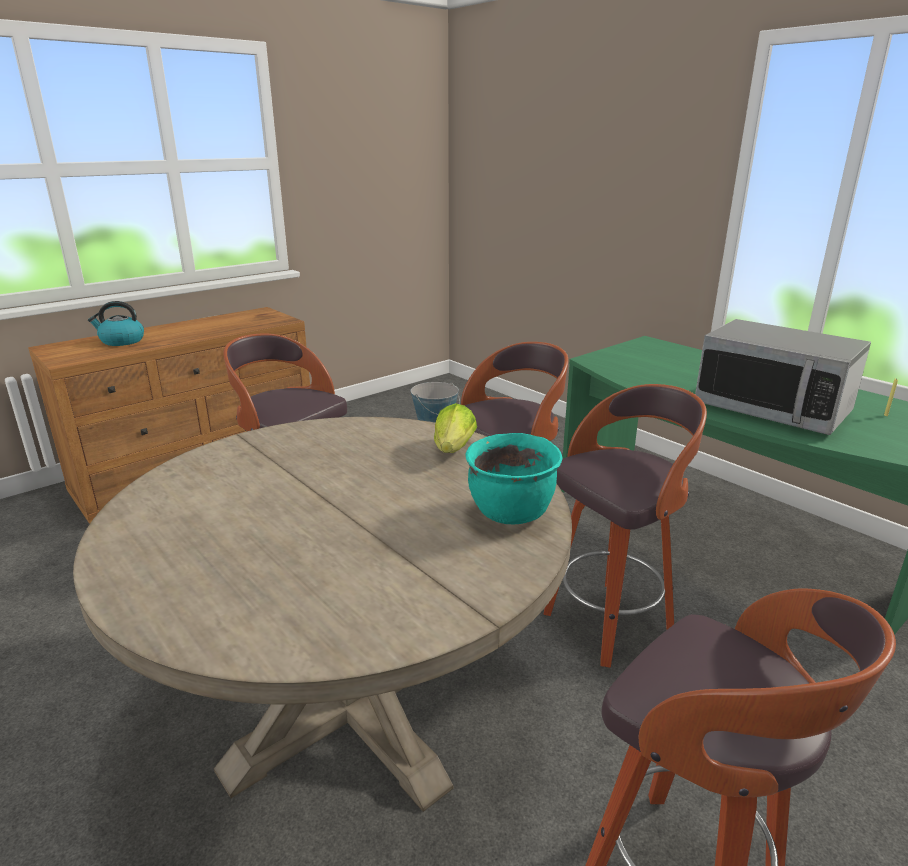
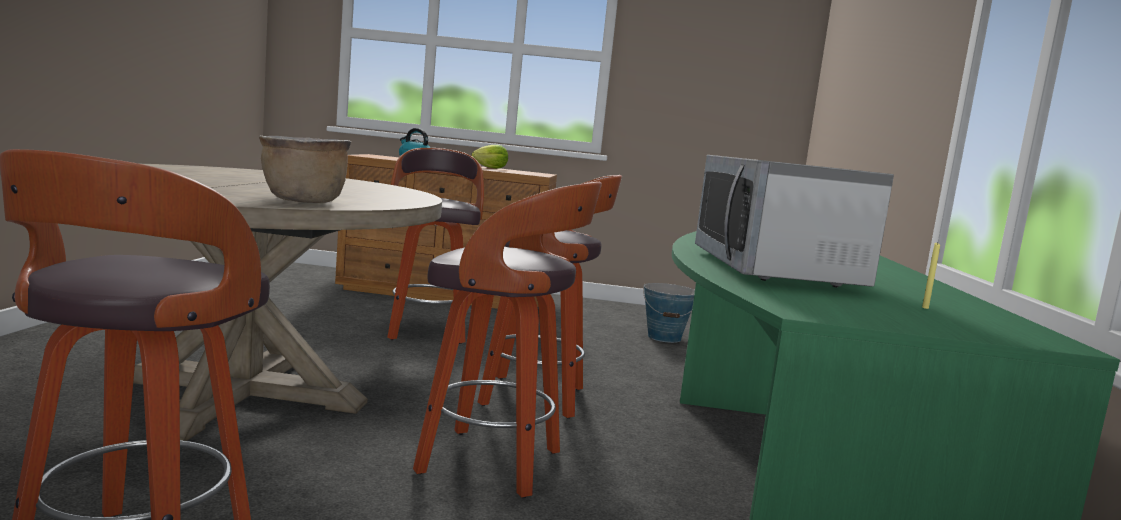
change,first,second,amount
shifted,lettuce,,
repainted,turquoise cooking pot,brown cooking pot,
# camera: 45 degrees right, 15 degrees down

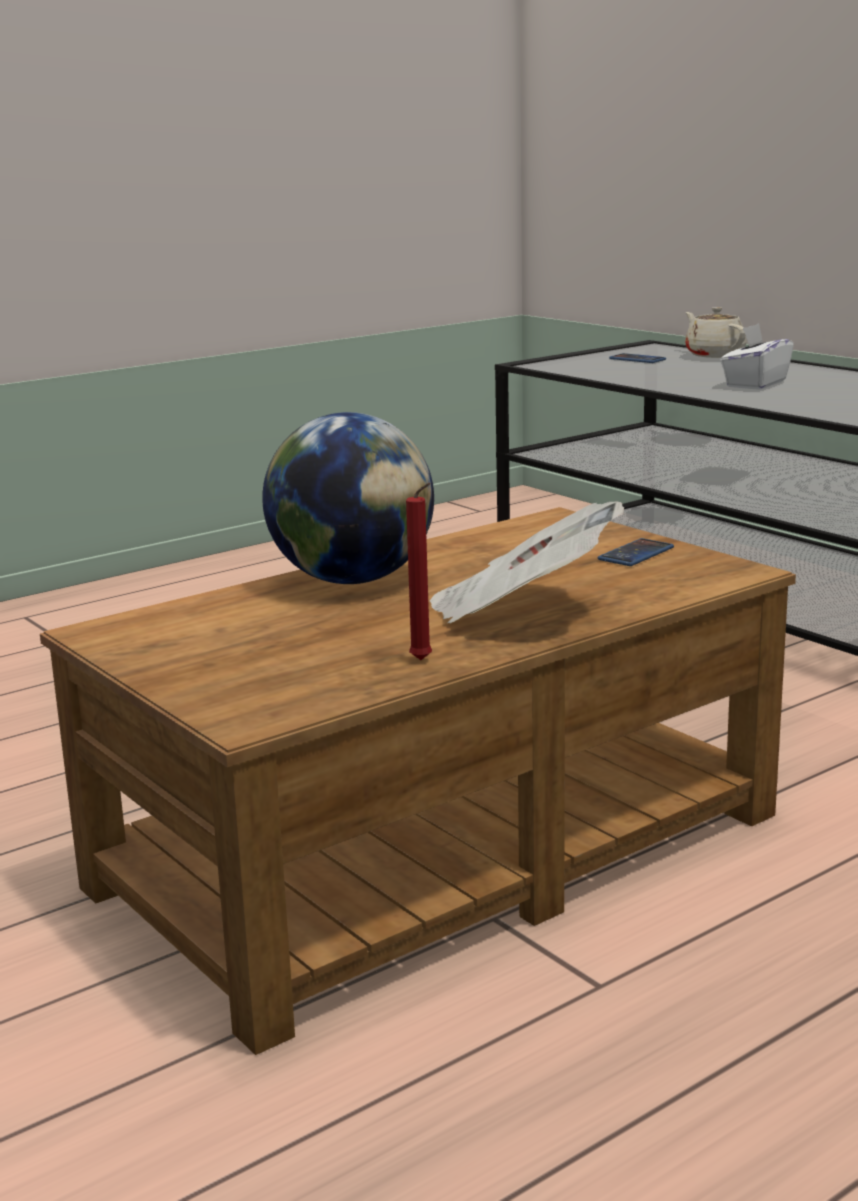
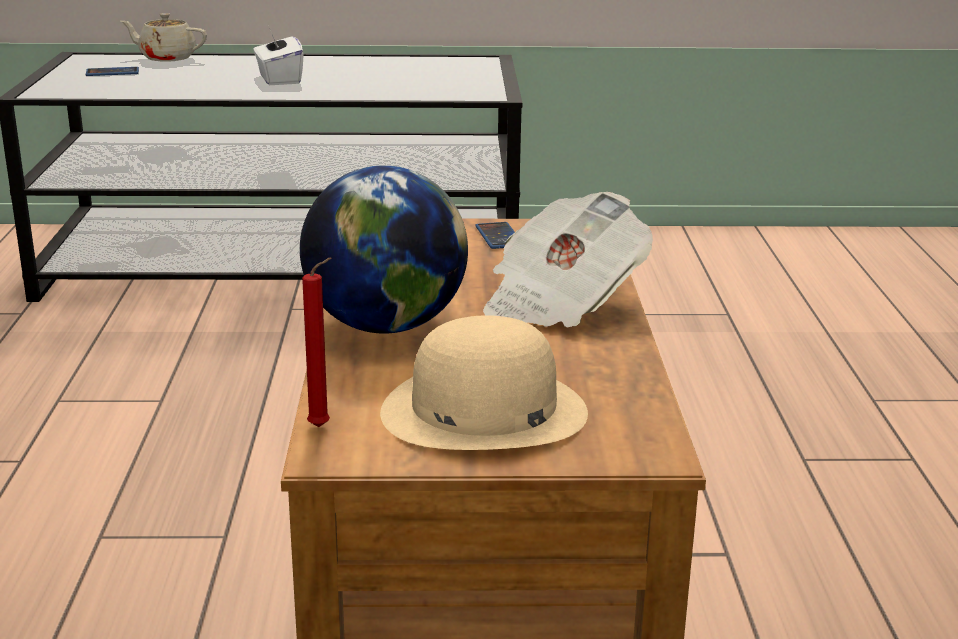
change,first,second,amount
shifted,red candle,,
new,,beige hat,
# camera: 55 degrees left, 5 degrees up

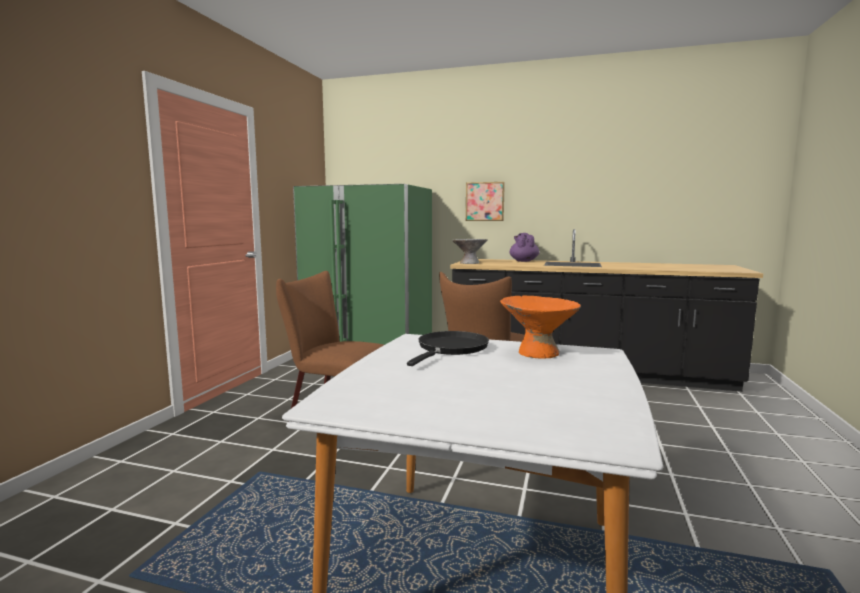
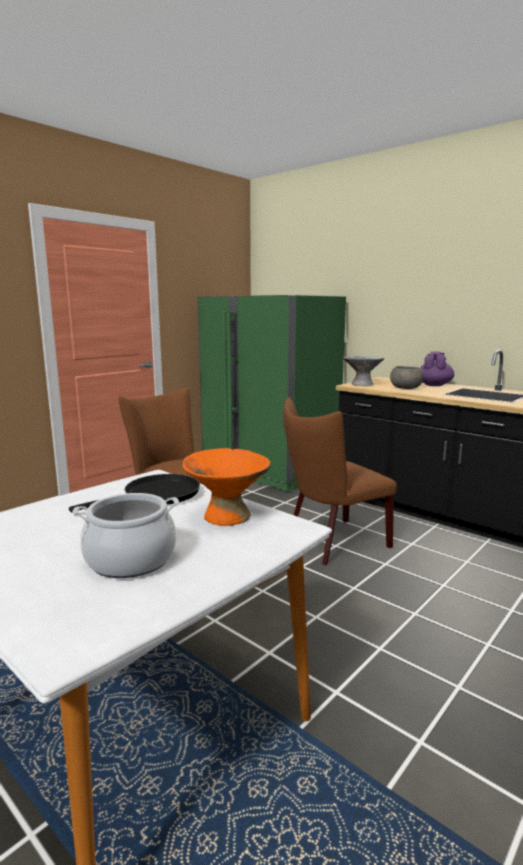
change,first,second,amount
gone,picture,,
new,,grey bowl (no. 2 from left),
new,,cooking pot,
# camera: 25 degrees right, 5 degrees up

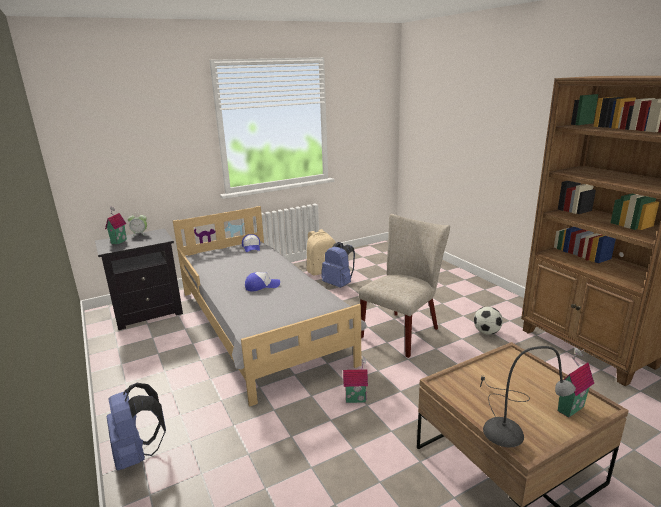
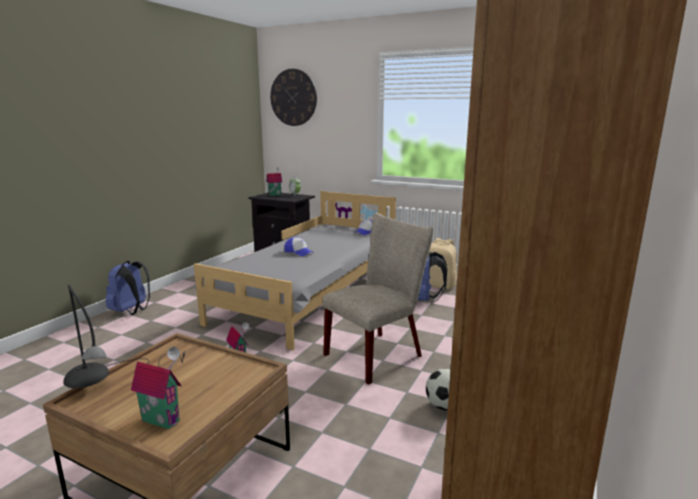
change,first,second,amount
rotated,beige chair,,45 degrees counterclockwise
new,,wall clock,
# camera: 55 degrees right, 5 degrees down

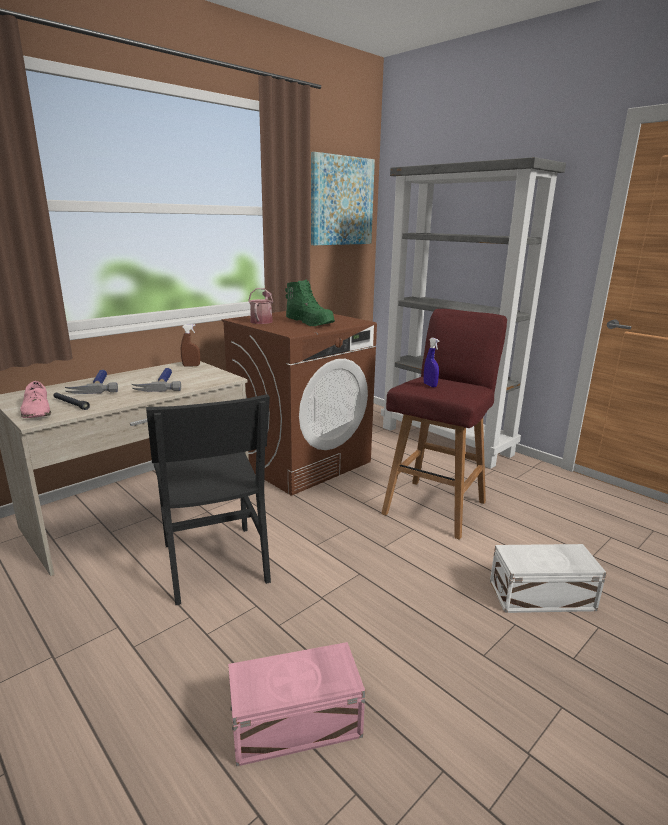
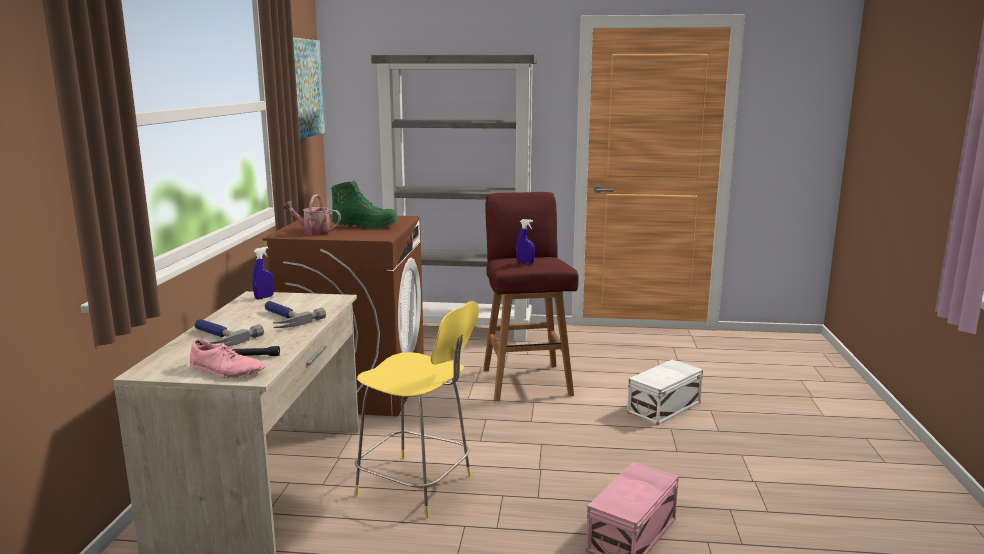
change,first,second,amount
rotated,watering can,,45 degrees counterclockwise
repainted,brown spray bottle,blue spray bottle (no. 1 from left),
swapped,black chair,yellow stool,
# camera: 40 degrees left, 5 degrees down

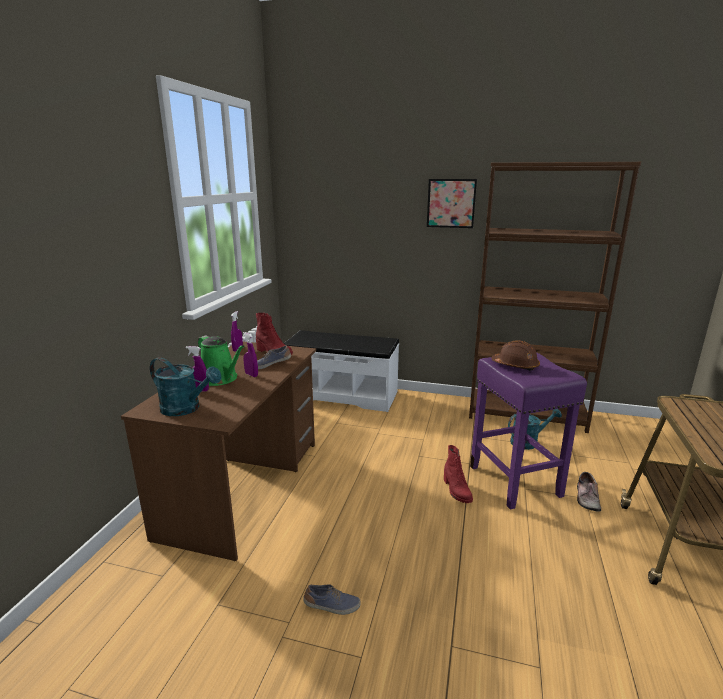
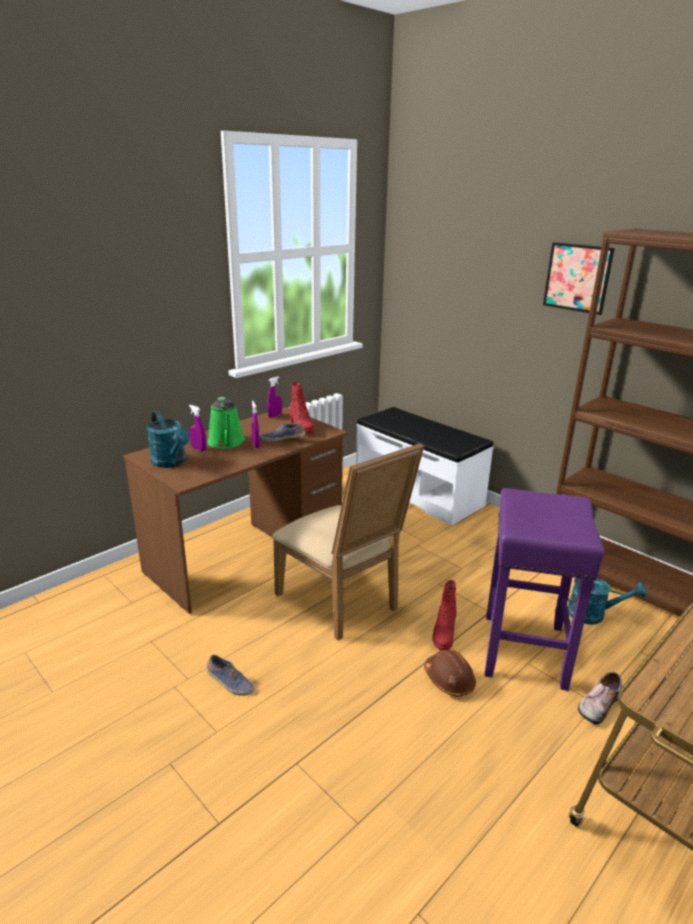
change,first,second,amount
shifted,brown hard hat,,
new,,beige chair,
# camera: 30 degrees right, 5 degrees up

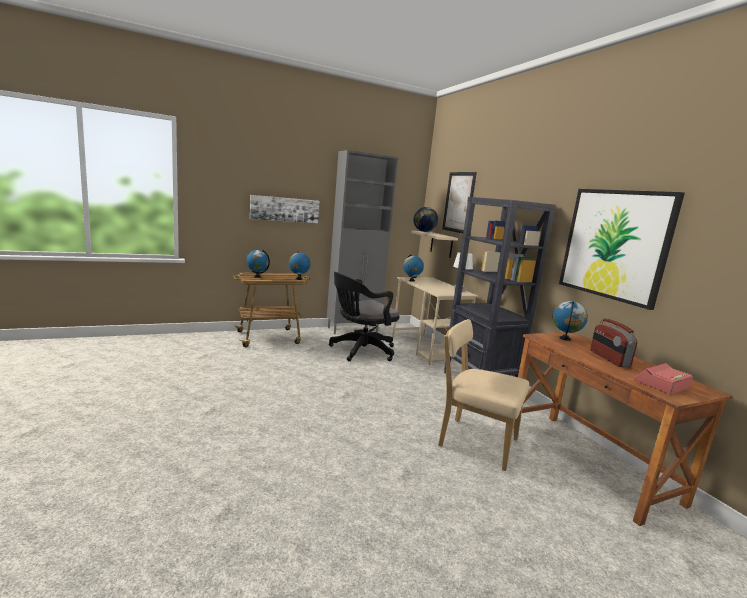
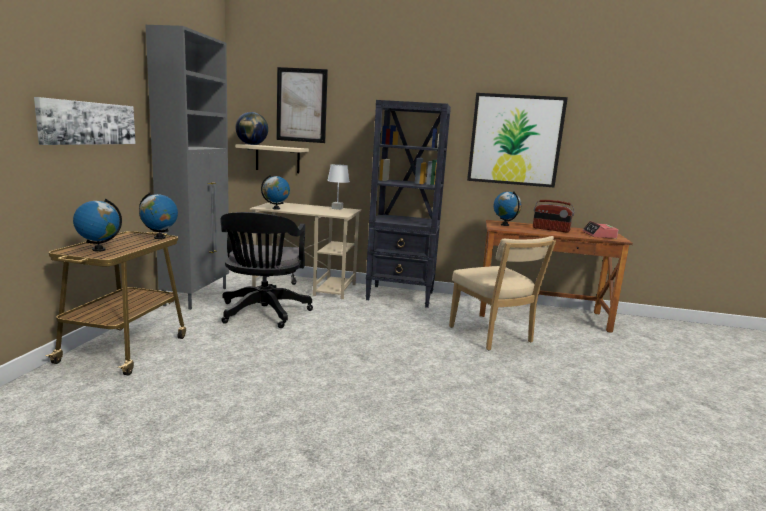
change,first,second,amount
rotated,beige chair,,90 degrees counterclockwise
# camera: 55 degrees left, 0 degrees up

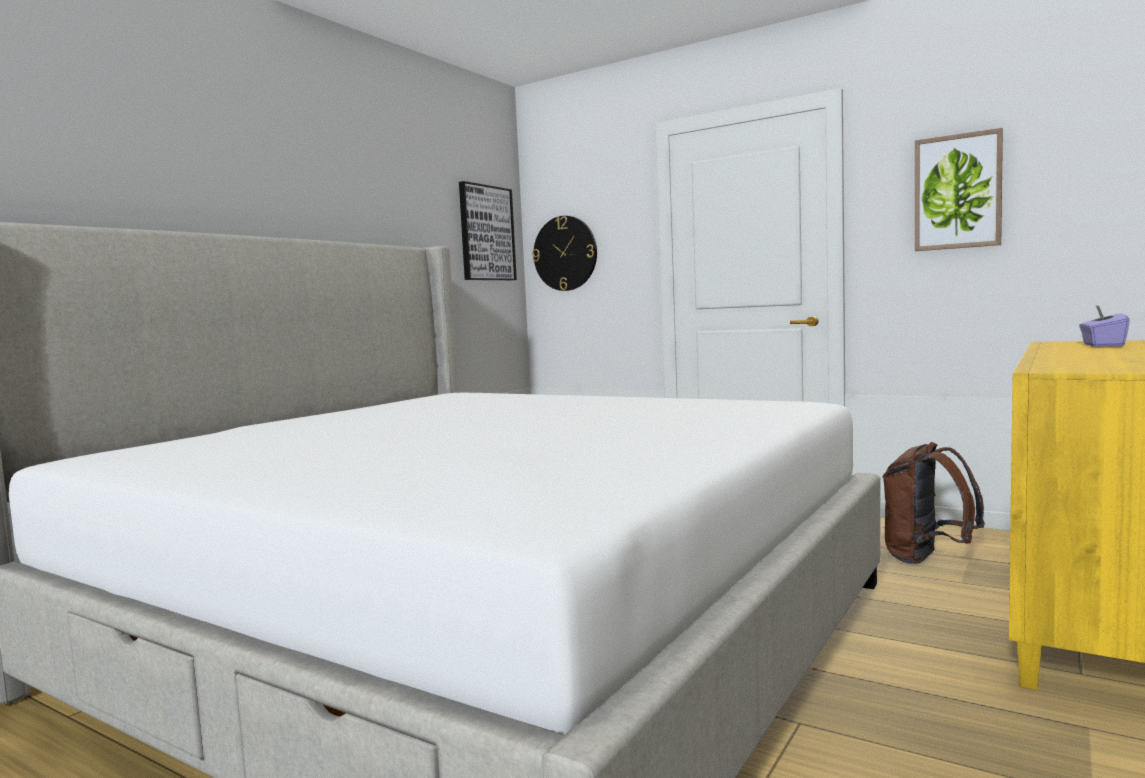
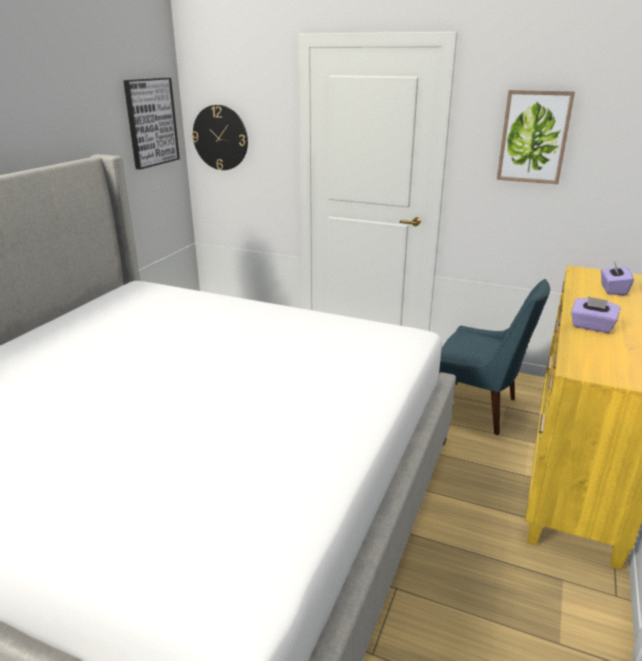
change,first,second,amount
swapped,brown backpack,blue chair,
new,,purple tissue box (no. 1 from left),
# camera: 10 degrees left, 20 degrees up

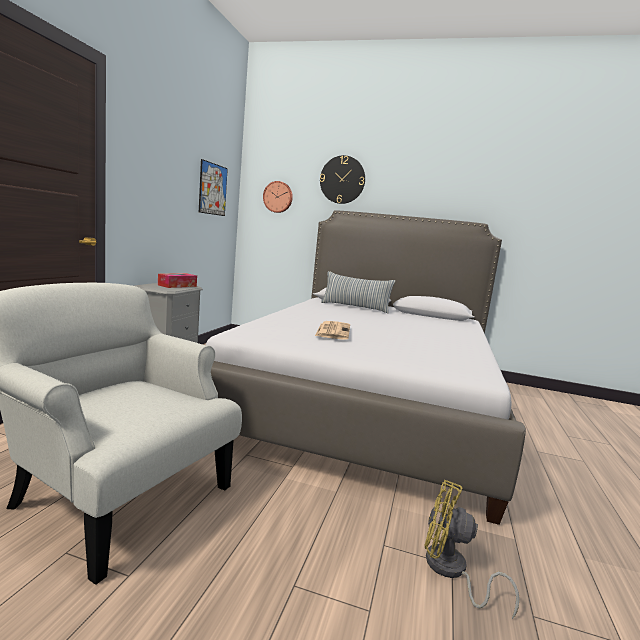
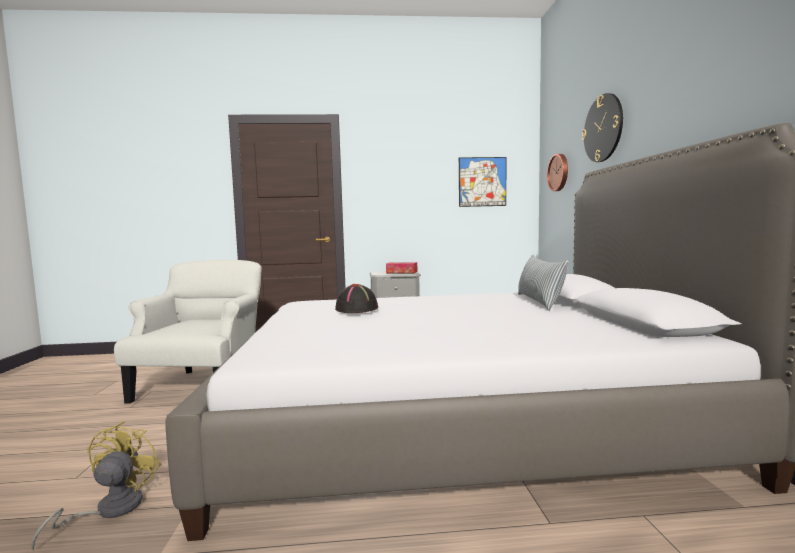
change,first,second,amount
swapped,newspaper,black hat,
# camera: 70 degrees right, 5 degrees down

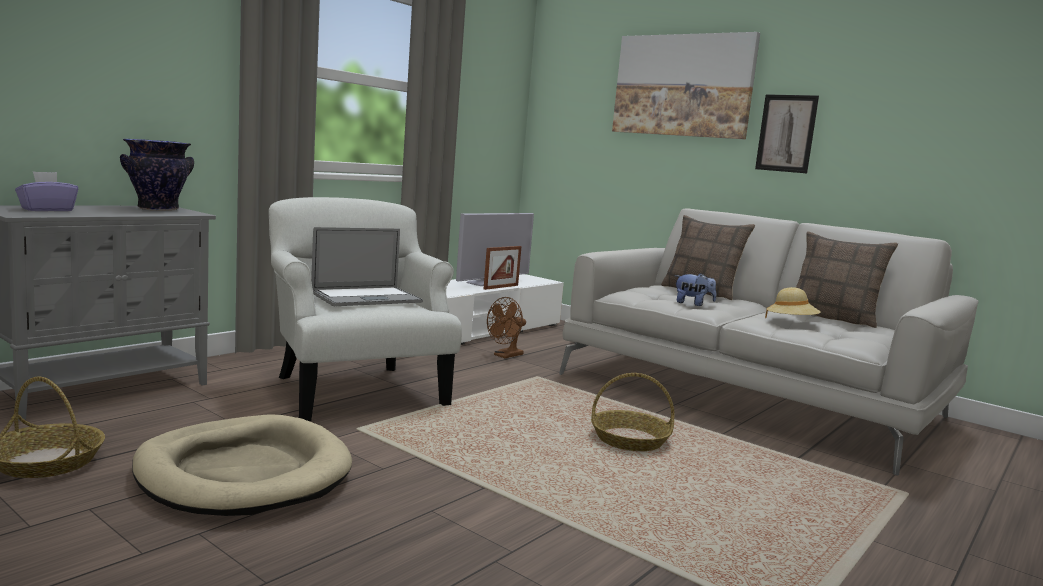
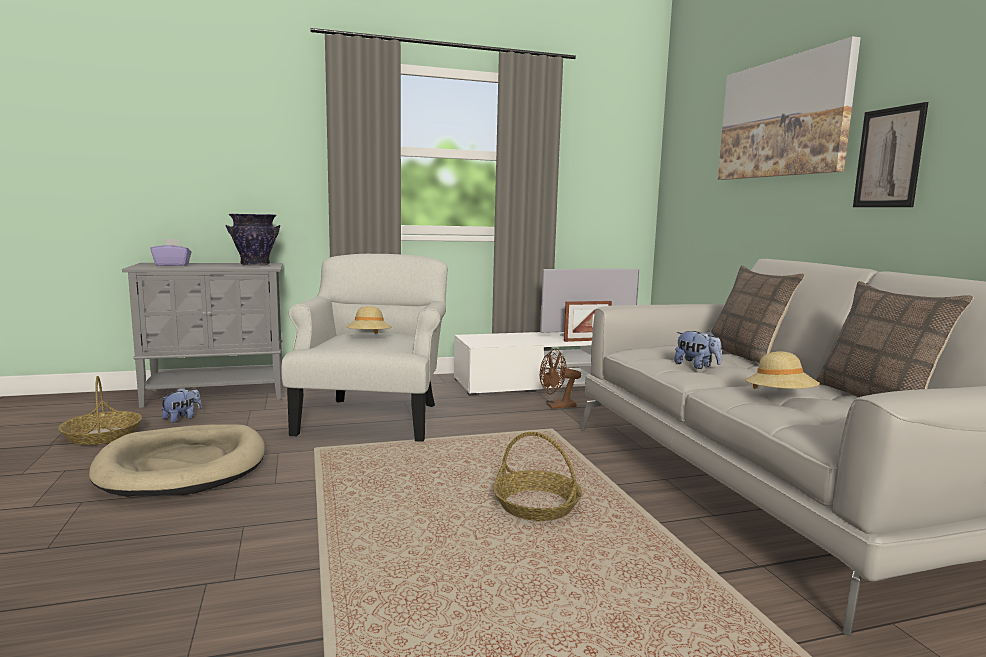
change,first,second,amount
swapped,laptop,beige hat (no. 1 from left),
new,,plush toy (no. 1 from left),
# camera: 35 degrees right, 0 degrees up

